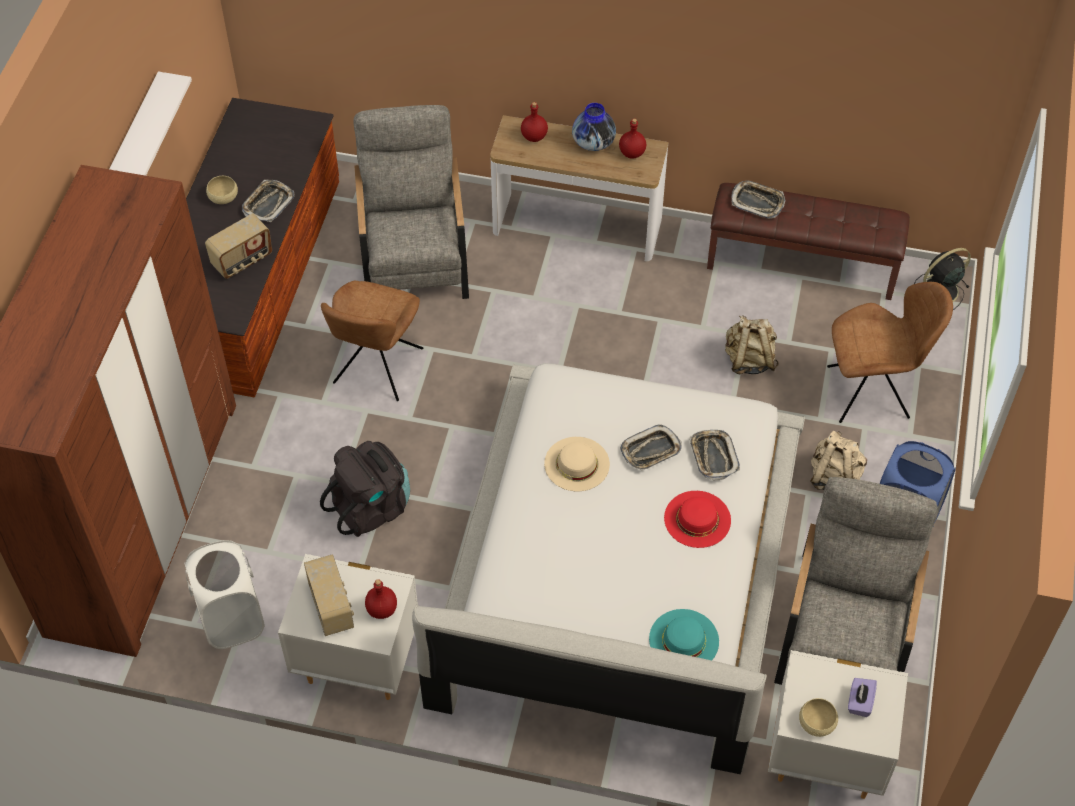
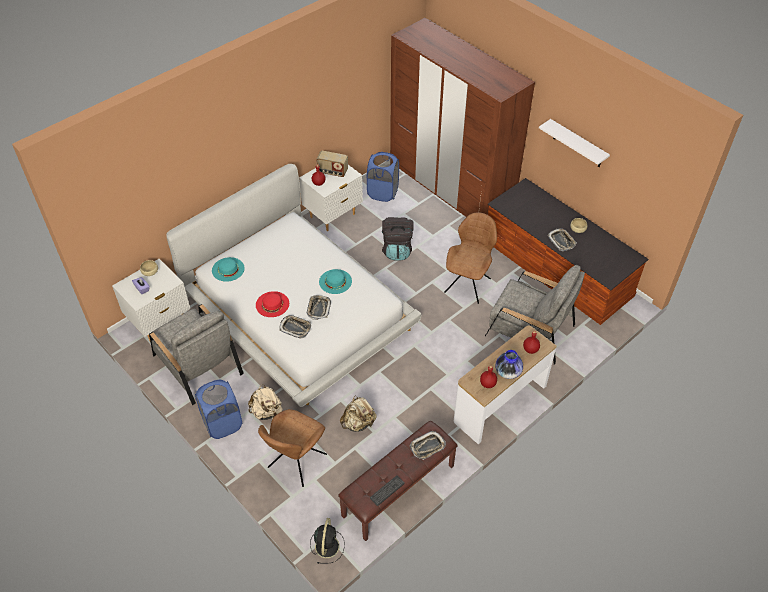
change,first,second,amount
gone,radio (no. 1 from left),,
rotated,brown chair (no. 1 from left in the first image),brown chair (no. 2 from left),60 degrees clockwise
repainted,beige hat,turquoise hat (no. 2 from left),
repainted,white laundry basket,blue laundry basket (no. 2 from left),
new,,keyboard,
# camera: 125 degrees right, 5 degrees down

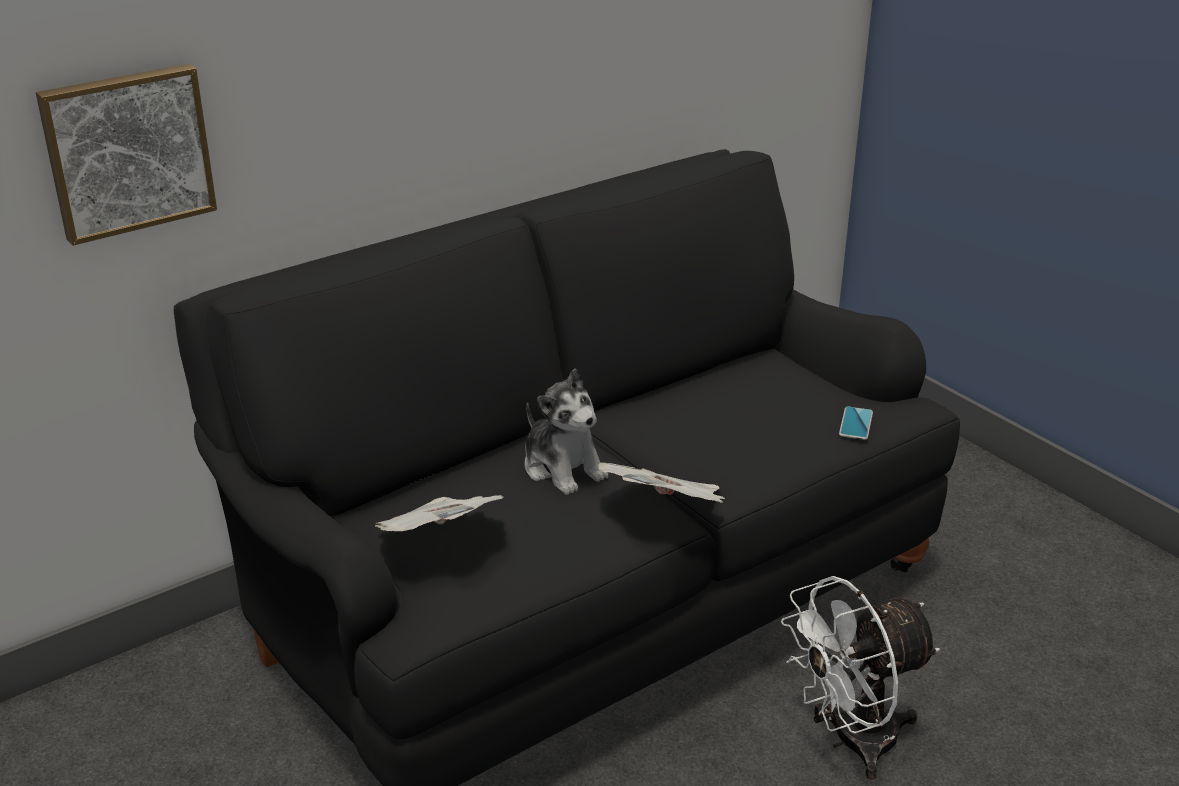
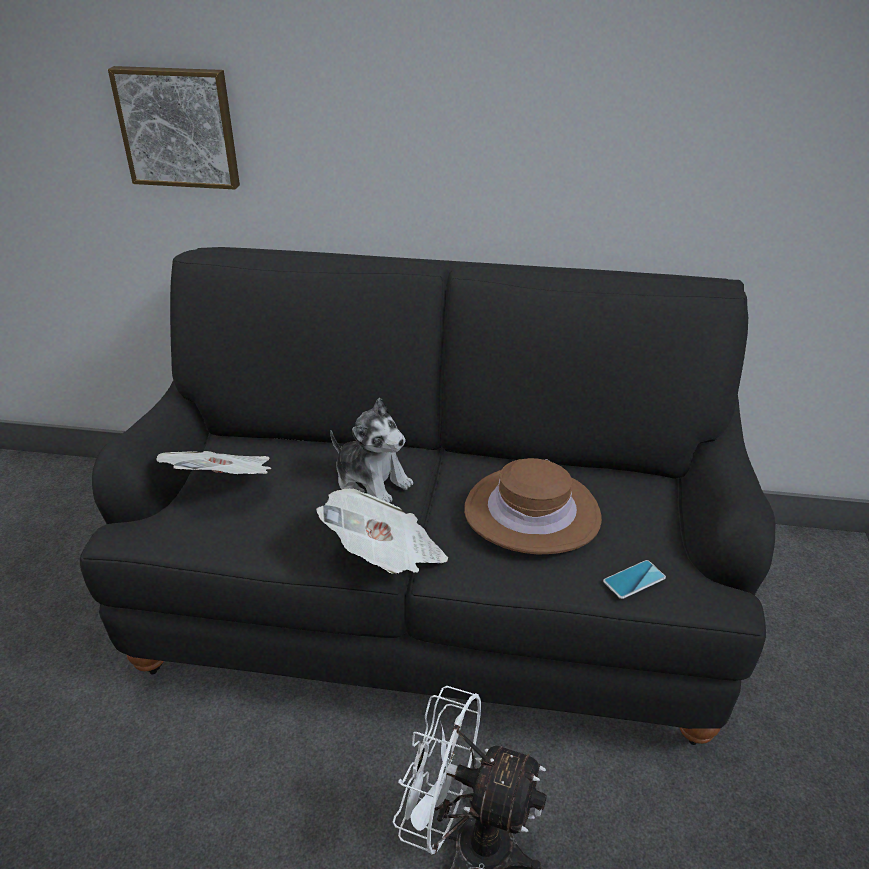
change,first,second,amount
rotated,plush toy,,60 degrees counterclockwise
new,,brown hat,
# camera: 45 degrees right, 5 degrees up

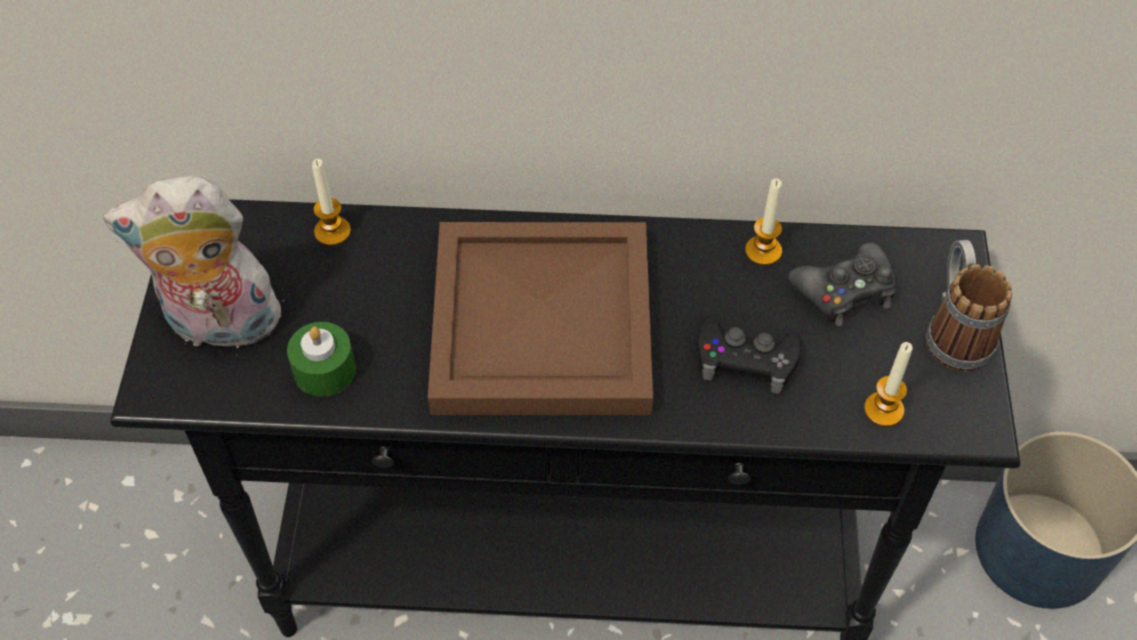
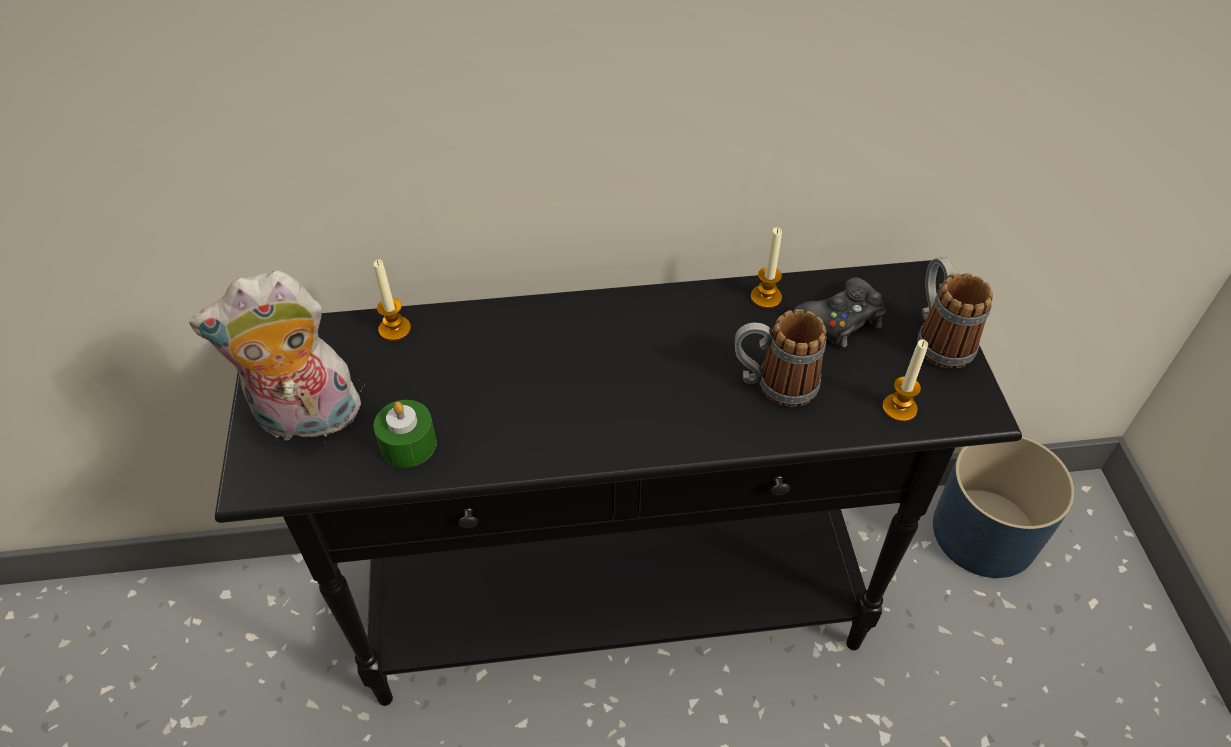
change,first,second,amount
gone,brown tray,,
swapped,black game controller (no. 1 from left),mug (no. 1 from left),
# camera: 10 degrees left, 5 degrees down

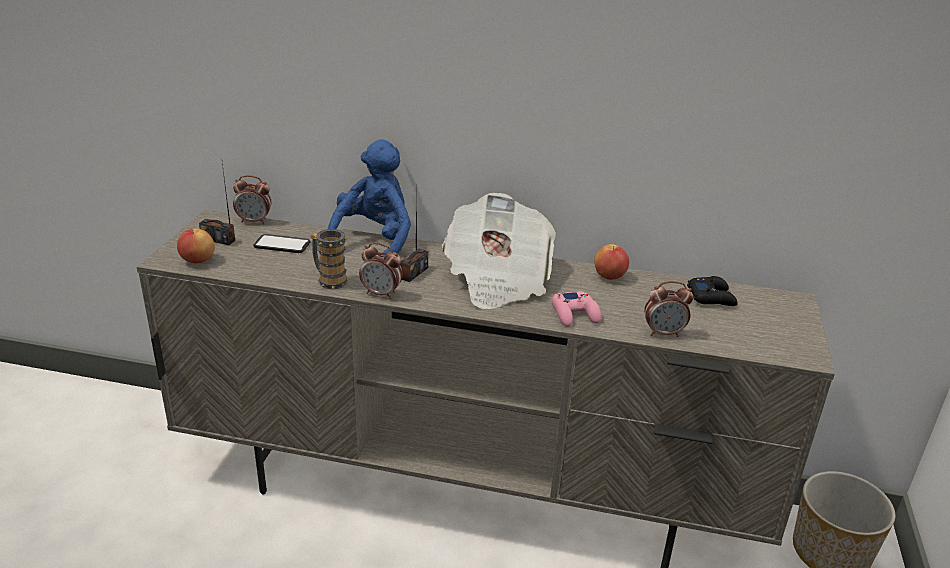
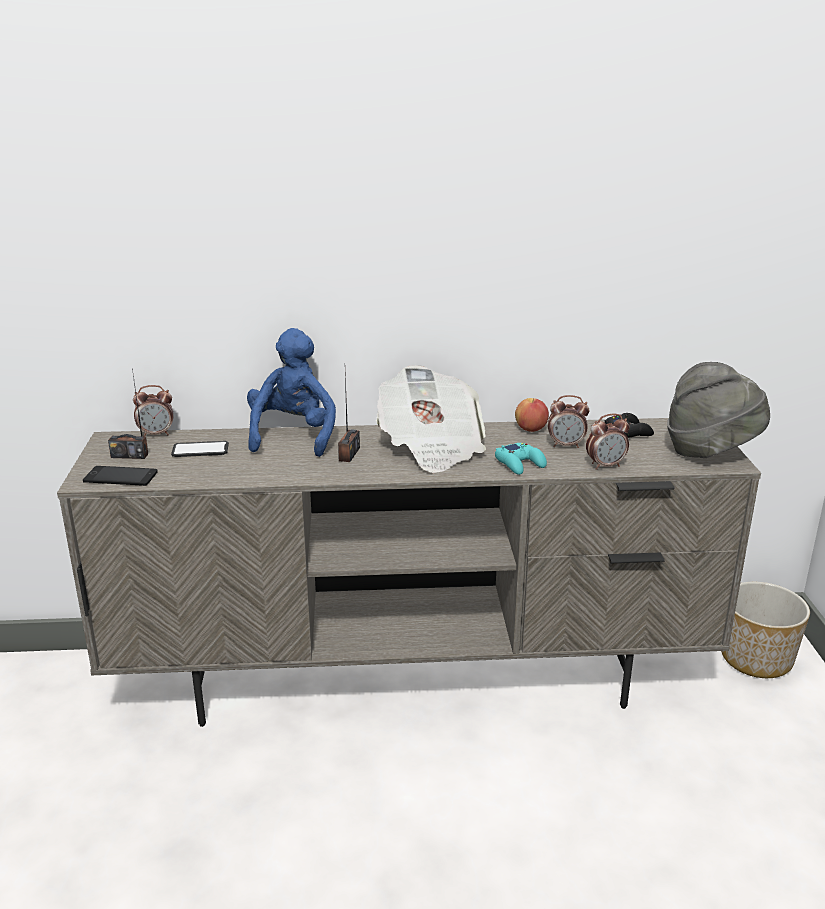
change,first,second,amount
swapped,apple (no. 1 from left),phone (no. 1 from left),
gone,mug,,
shifted,alarm clock (no. 2 from left),,
repainted,pink game controller,turquoise game controller,
new,,grey hat,
# camera: 15 degrees left, 5 degrees down

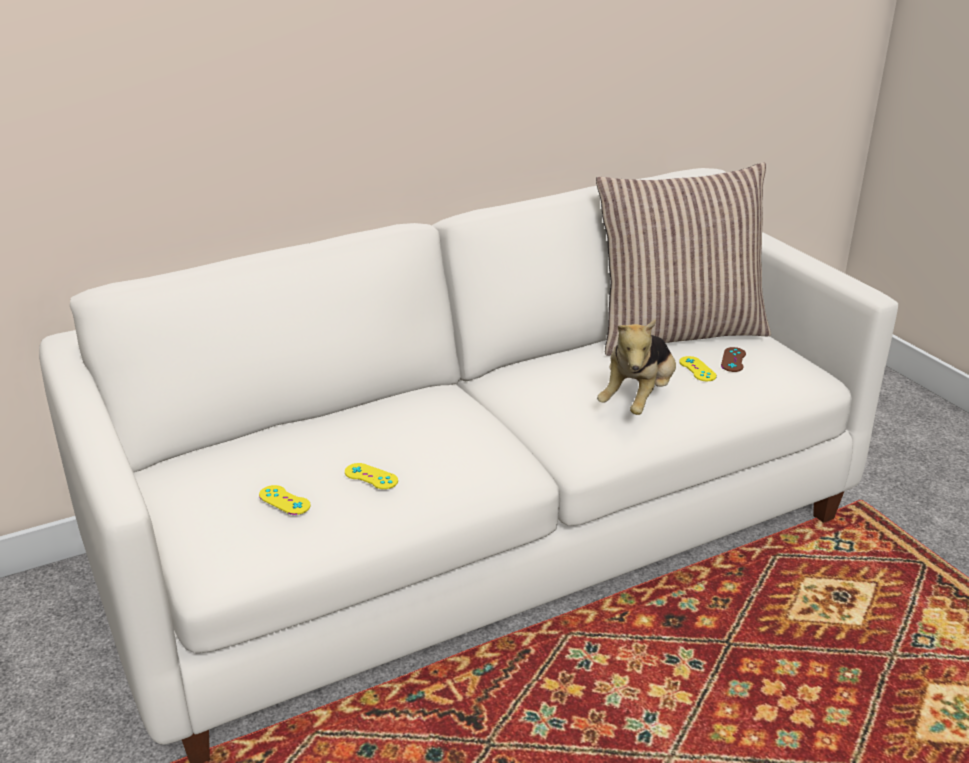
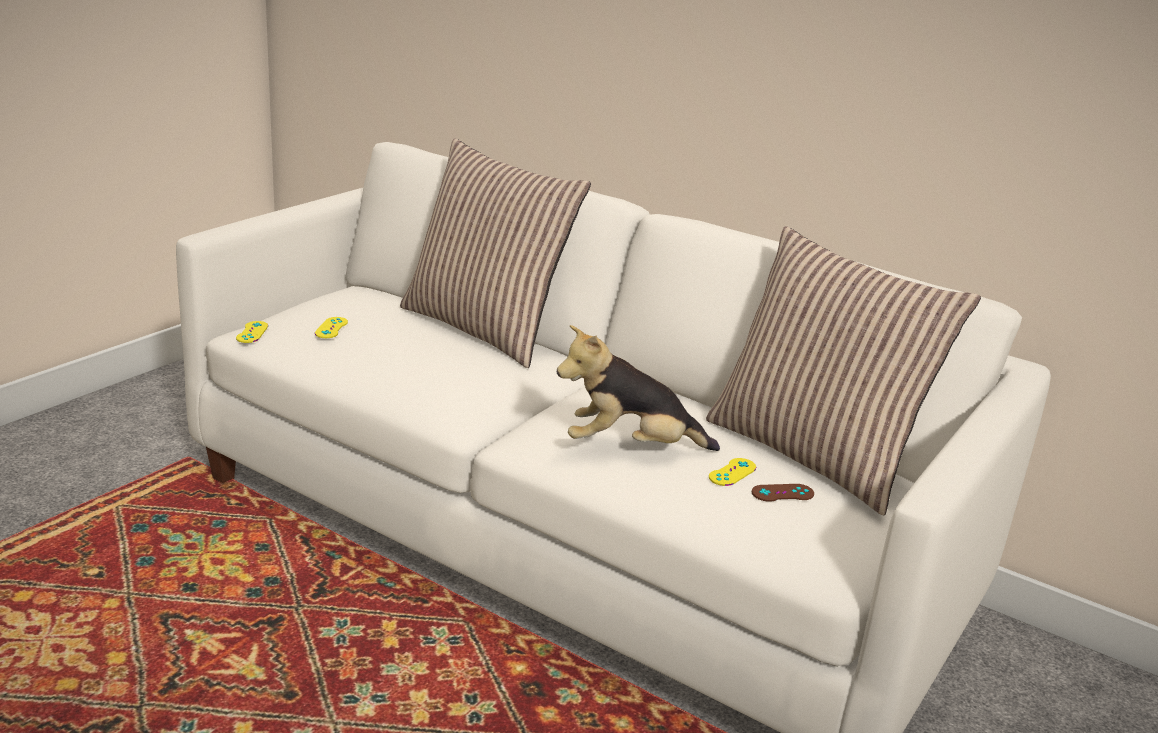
change,first,second,amount
shifted,yellow game controller (no. 2 from left in the first image),yellow game controller (no. 1 from left),
new,,pillow (no. 1 from left),
# camera: 60 degrees right, 5 degrees down

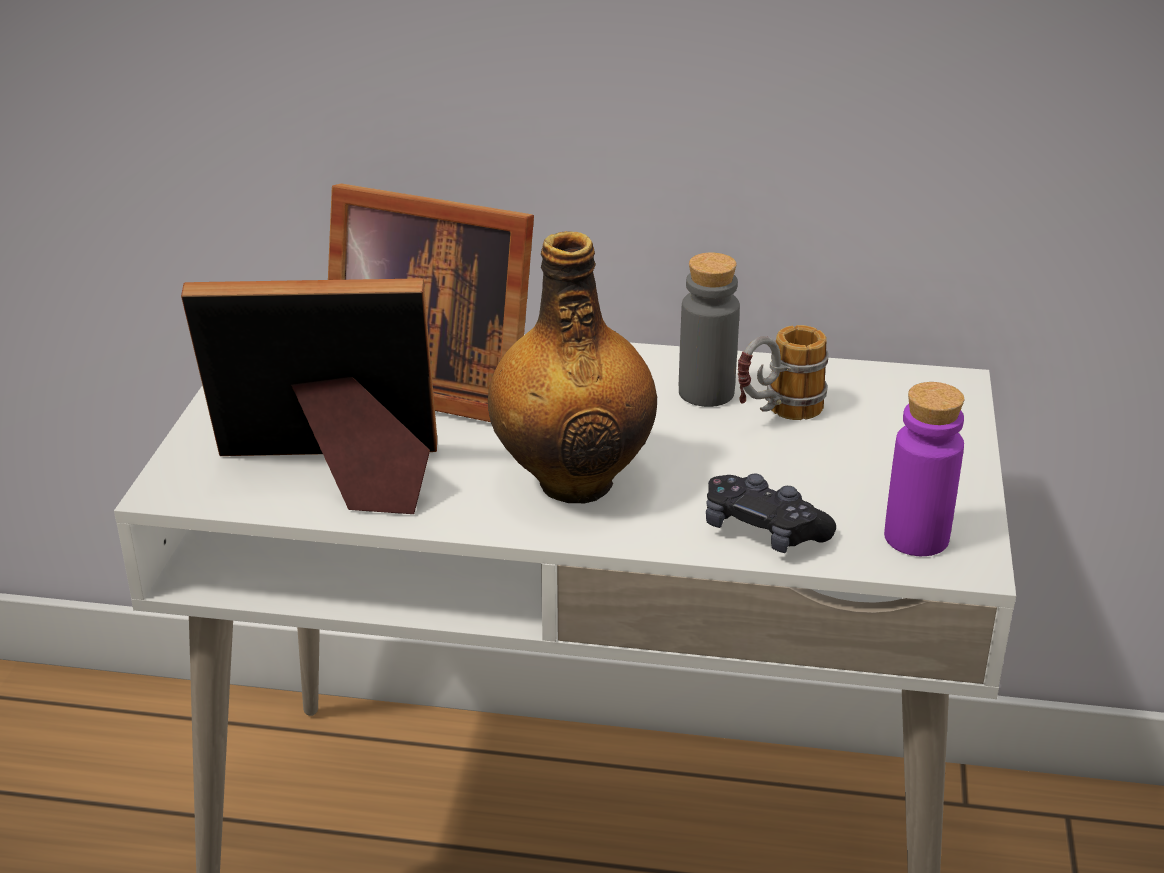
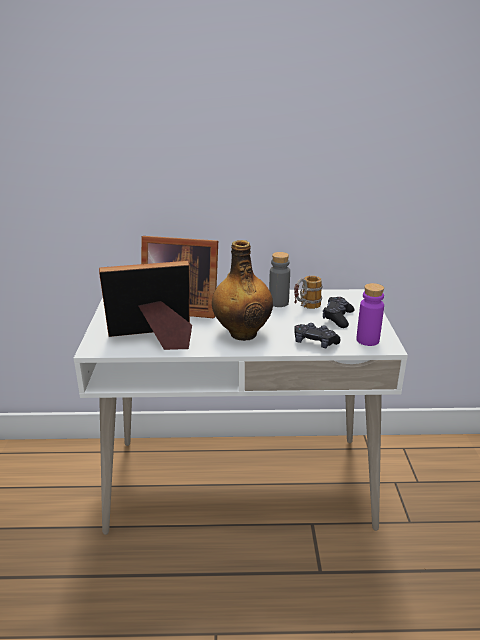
change,first,second,amount
new,,black game controller (no. 2 from left),
# camera: 10 degrees left, 5 degrees down

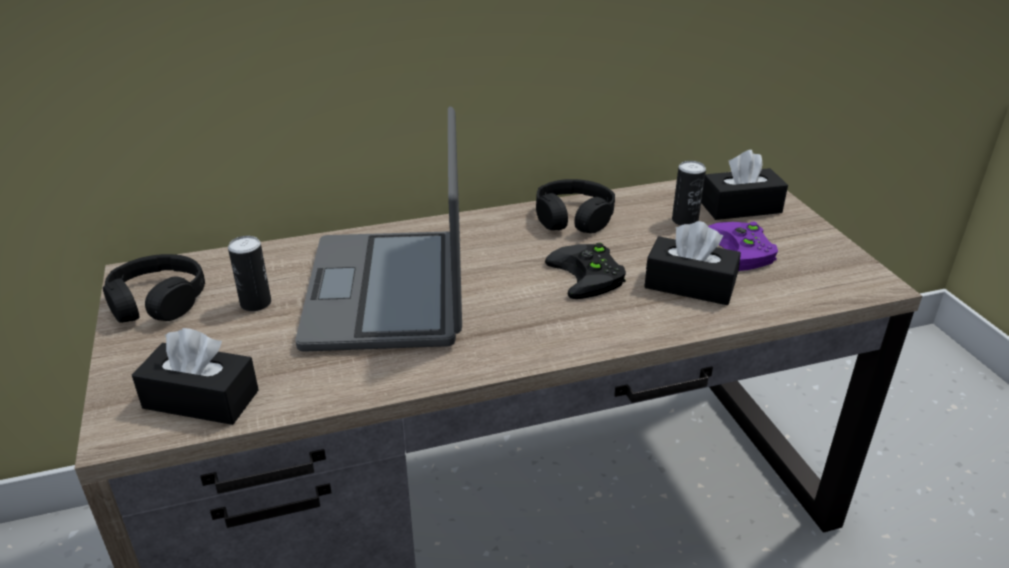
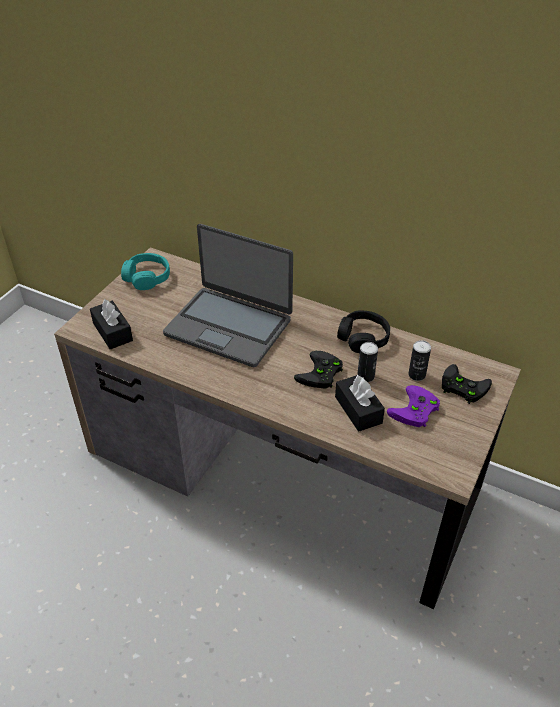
change,first,second,amount
rotated,laptop,,105 degrees counterclockwise
swapped,black tissue box (no. 3 from left),black game controller (no. 2 from left),
shifted,can (no. 1 from left),,
repainted,black headphones (no. 1 from left),turquoise headphones,
# camera: 45 degrees right, 10 degrees up

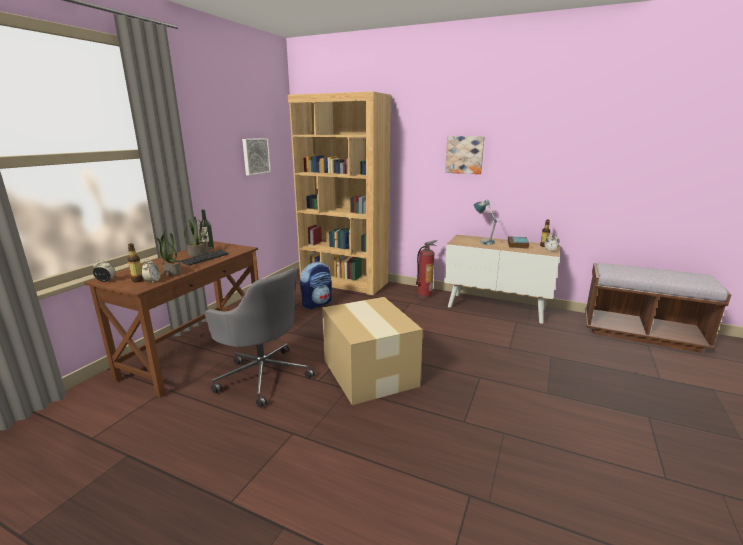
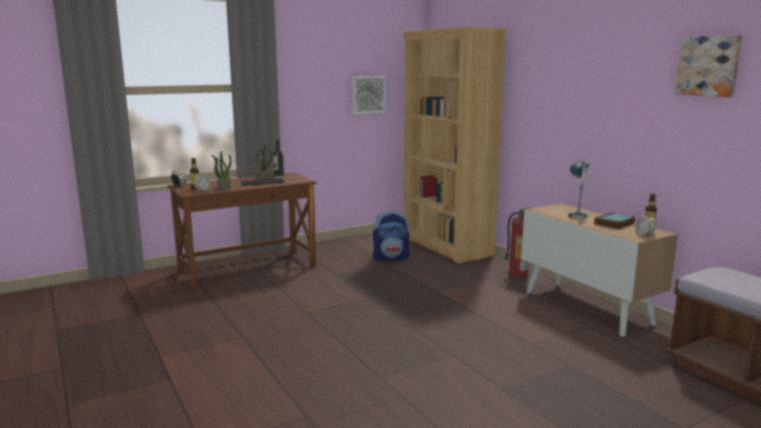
change,first,second,amount
shifted,picture (no. 2 from left),,
gone,grey office chair,,
gone,cardboard box,,
# camera: 35 degrees right, 5 degrees down

